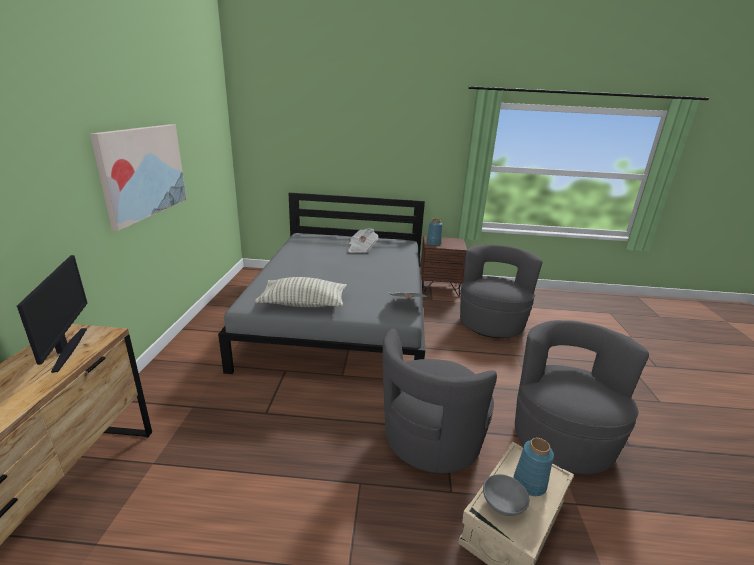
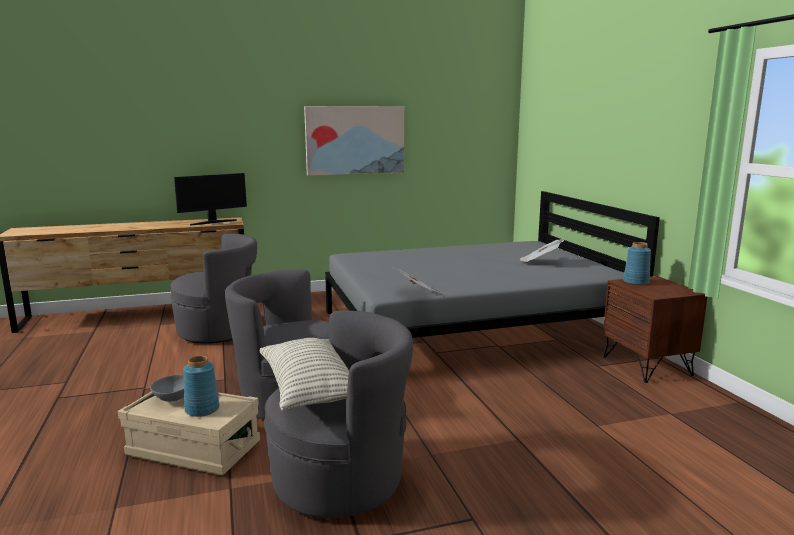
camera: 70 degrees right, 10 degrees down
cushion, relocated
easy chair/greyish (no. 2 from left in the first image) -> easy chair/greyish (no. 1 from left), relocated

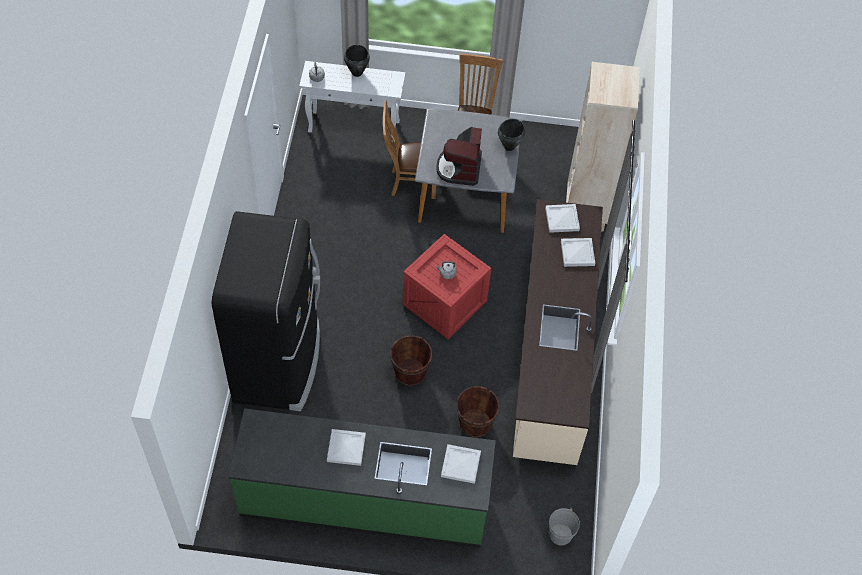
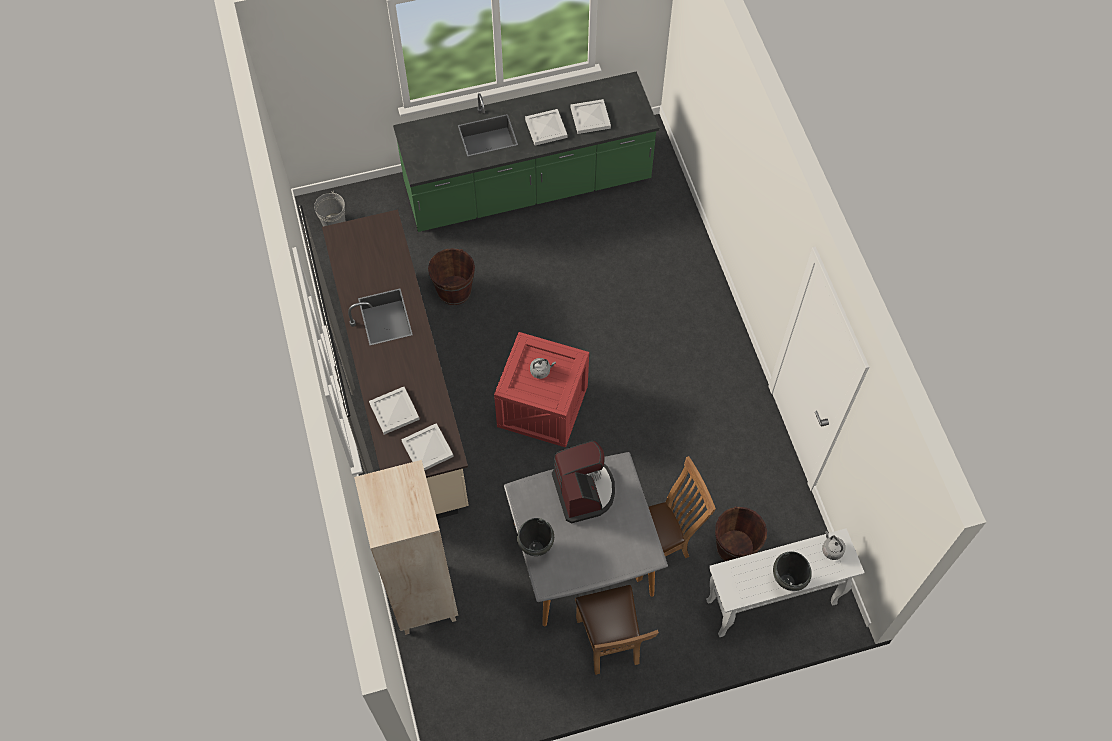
camera: 160 degrees right, 5 degrees up
fridge/black -> none
pail/brown (no. 1 from left in the first image) -> pail/brown (no. 2 from left), relocated
carrying tray/white-coloured (no. 2 from left in the first image) -> carrying tray/white-coloured (no. 4 from left), relocated

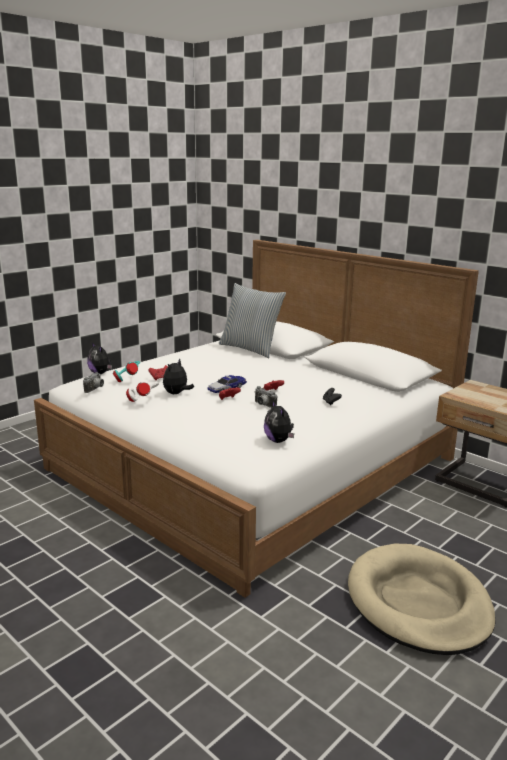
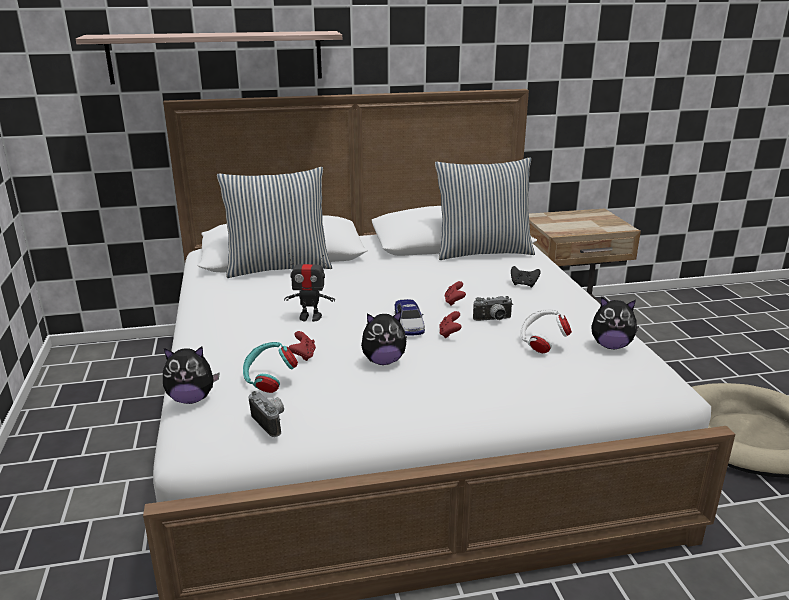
camera: 55 degrees left, 5 degrees up
none -> bracket shelf
none -> model robot
none -> cushion (no. 2 from left)
pair of headphones/white-coloured, relocated
plush toy (no. 2 from left), 75 degrees counterclockwise

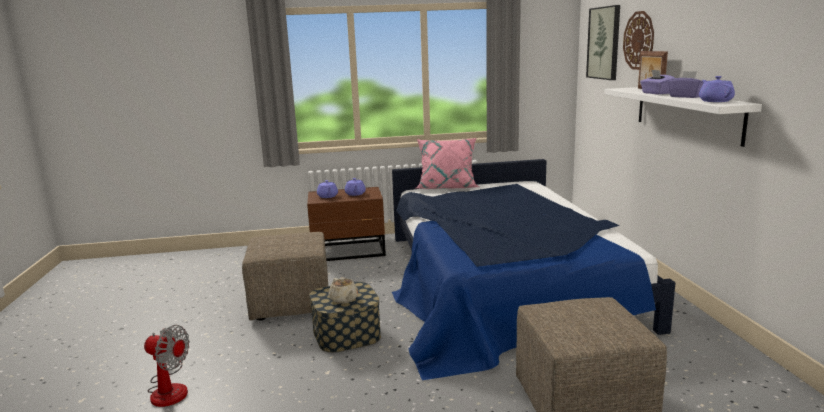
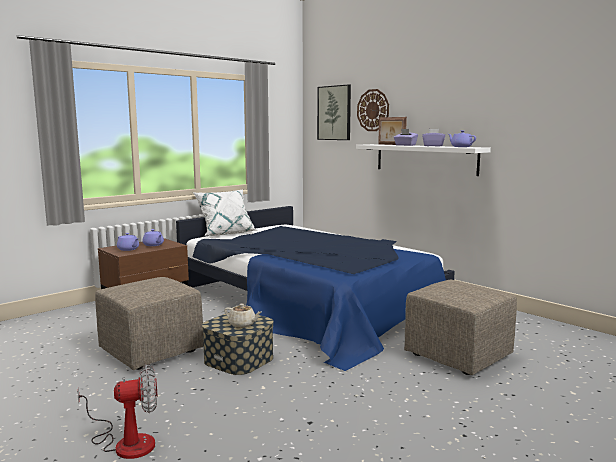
camera: 35 degrees left, 5 degrees down
cushion/pink -> cushion/white-coloured

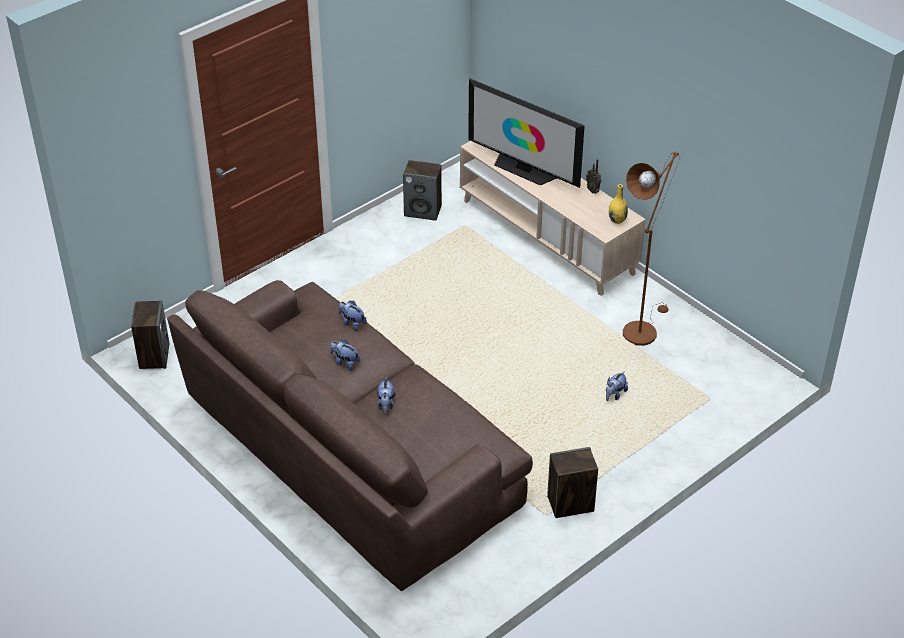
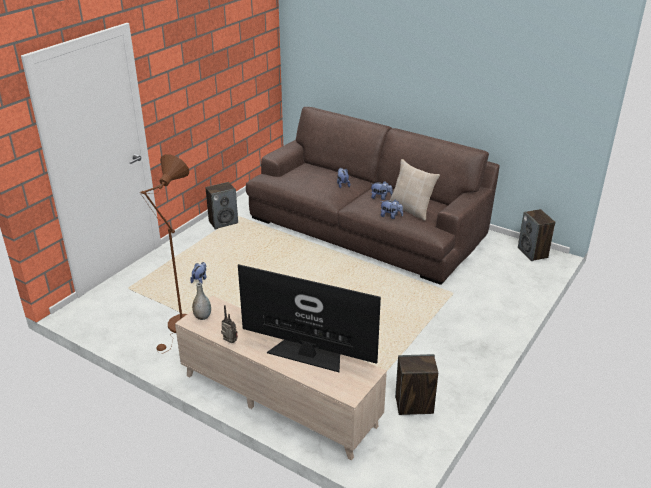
camera: 165 degrees right, 10 degrees down
none -> cushion/beige
vase/yellow-coloured -> vase/greyish

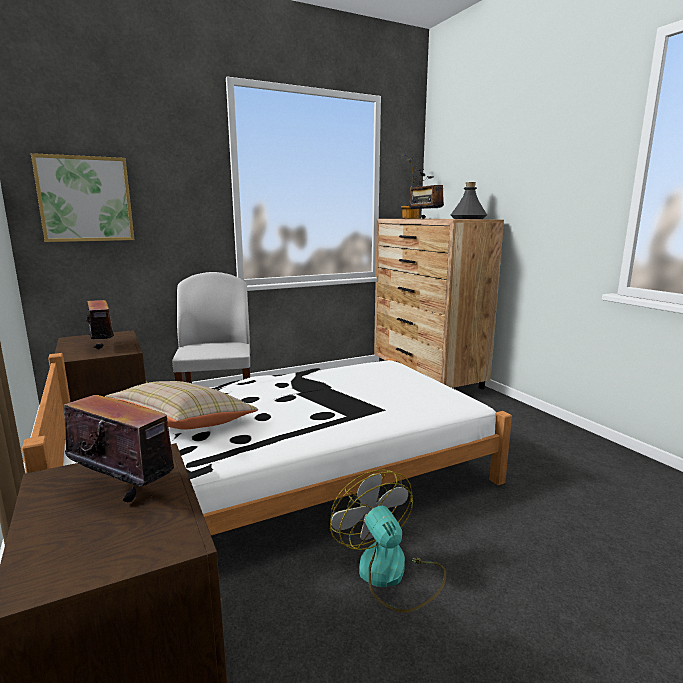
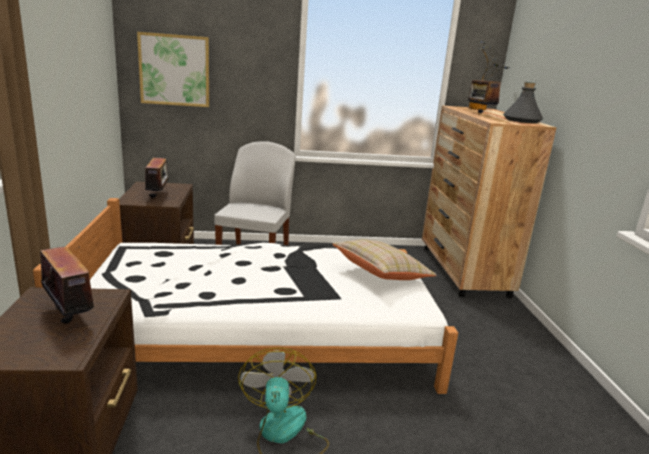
camera: 20 degrees right, 5 degrees up
cushion/beige, relocated

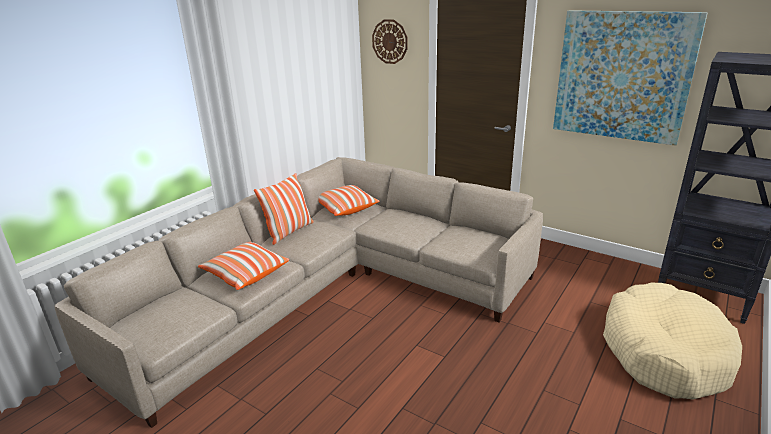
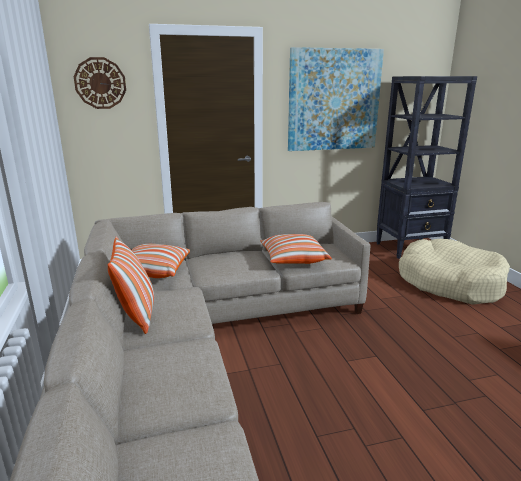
camera: 50 degrees left, 5 degrees down
cushion (no. 1 from left in the first image) -> cushion (no. 3 from left), relocated

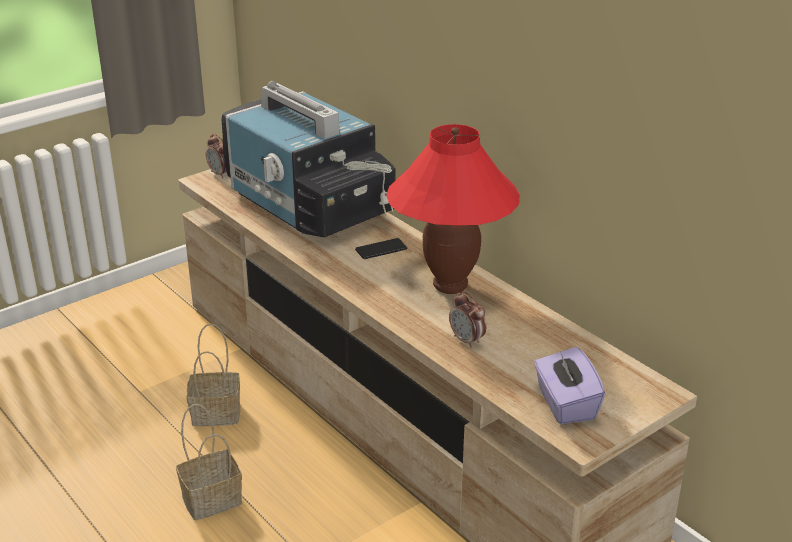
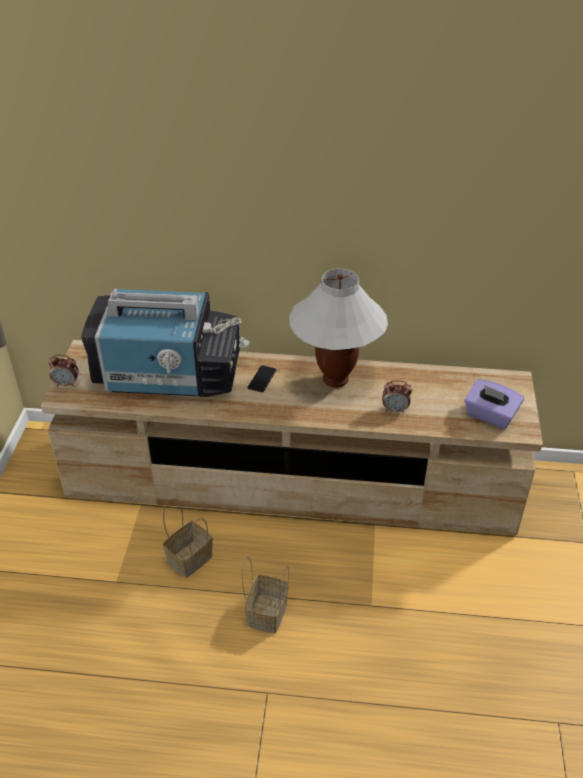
camera: 45 degrees left, 10 degrees up
tabletop lamp/red-coloured -> tabletop lamp/white-coloured

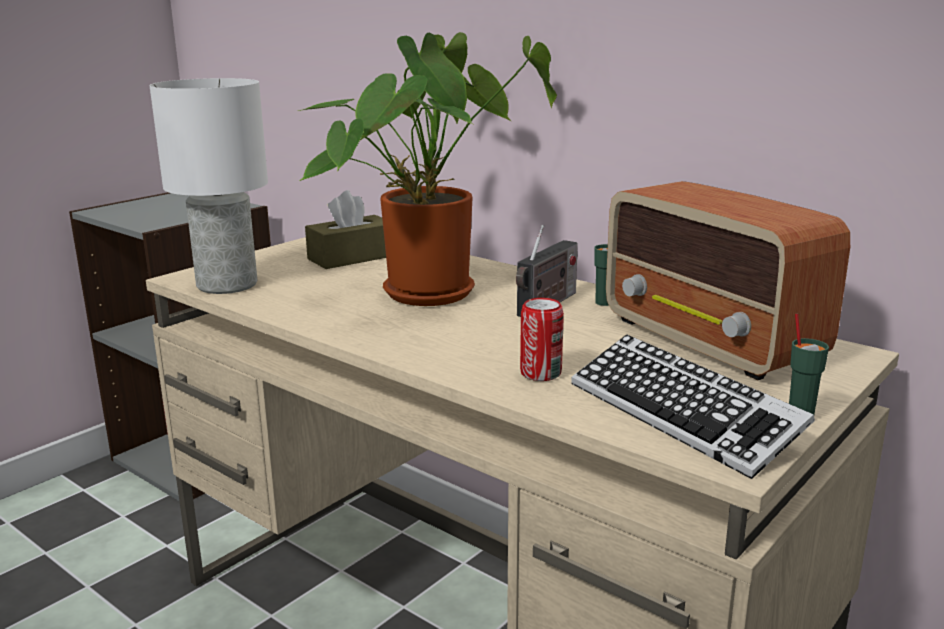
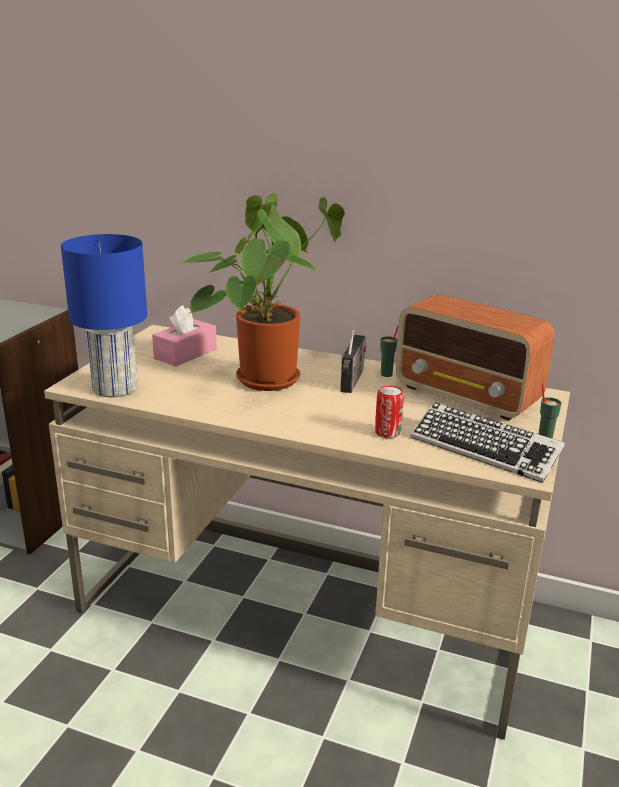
camera: 20 degrees left, 5 degrees up
tabletop lamp/white-coloured -> tabletop lamp/blue
box of tissues/brown -> box of tissues/pink

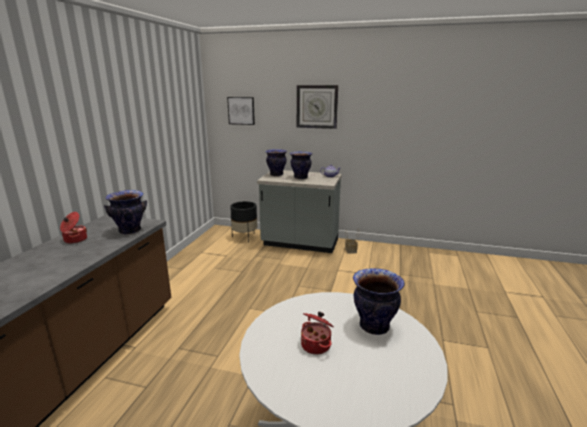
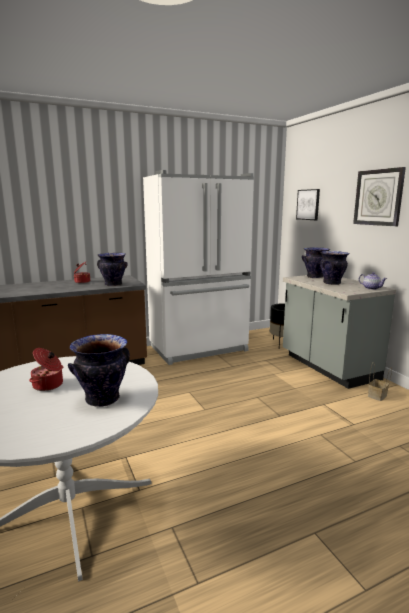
camera: 50 degrees right, 5 degrees down
none -> fridge/white-coloured

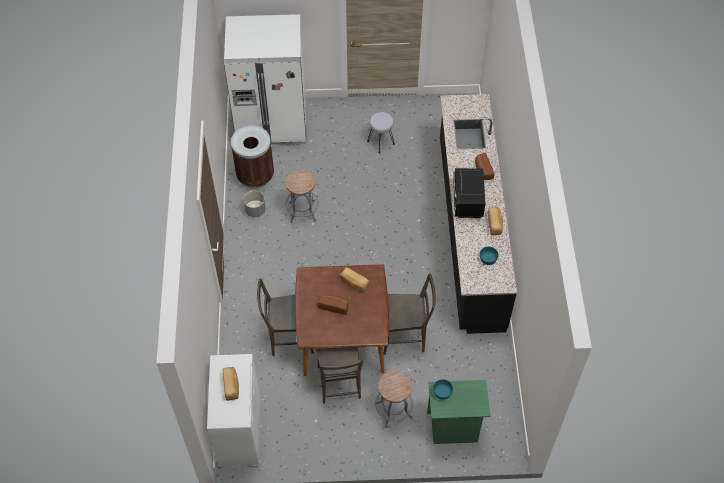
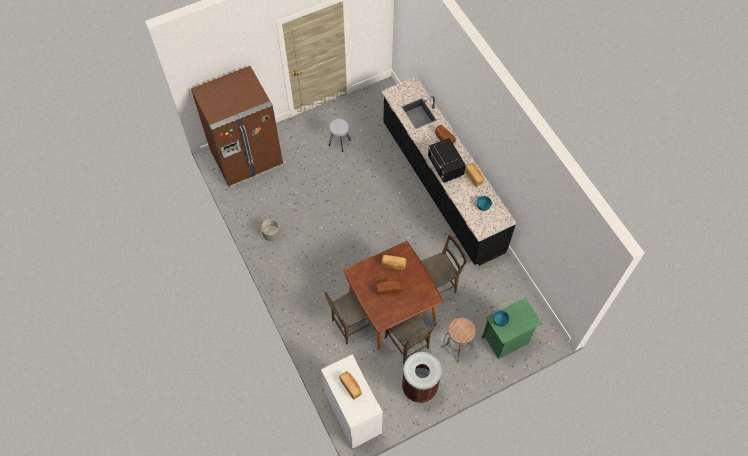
camera: 25 degrees left, 5 degrees up
stool/greyish (no. 1 from left) -> none
rubbish bin/brown, relocated
fridge/white-coloured -> fridge/brown

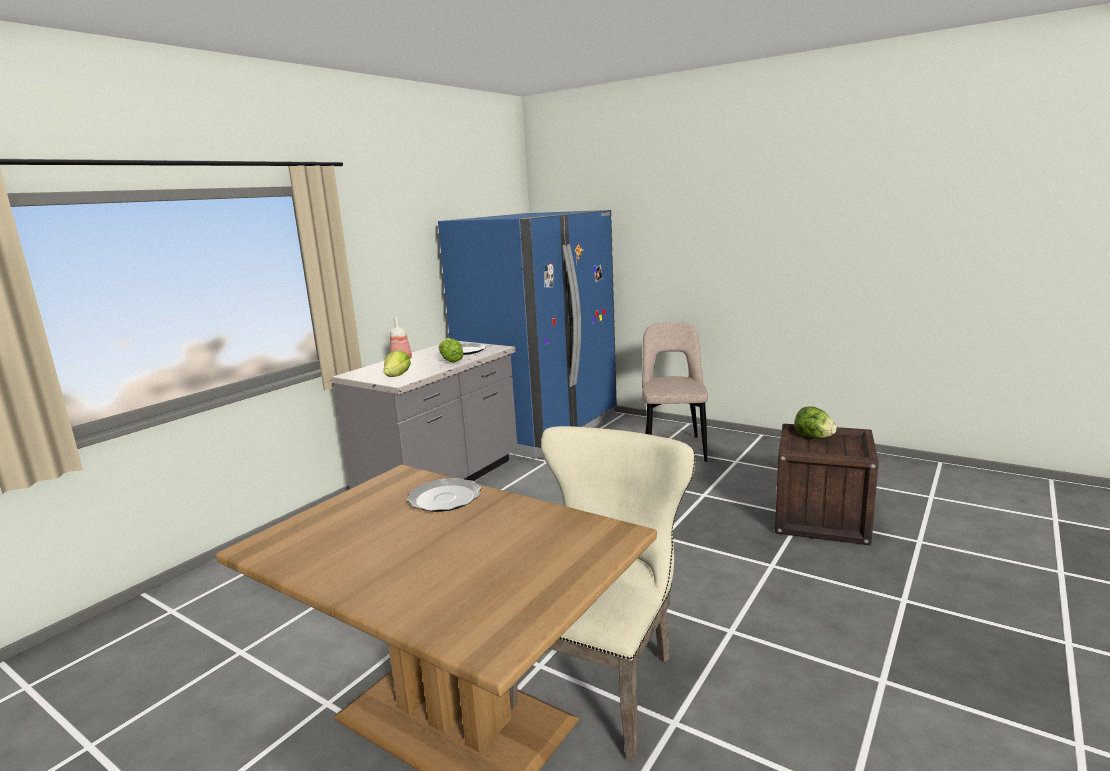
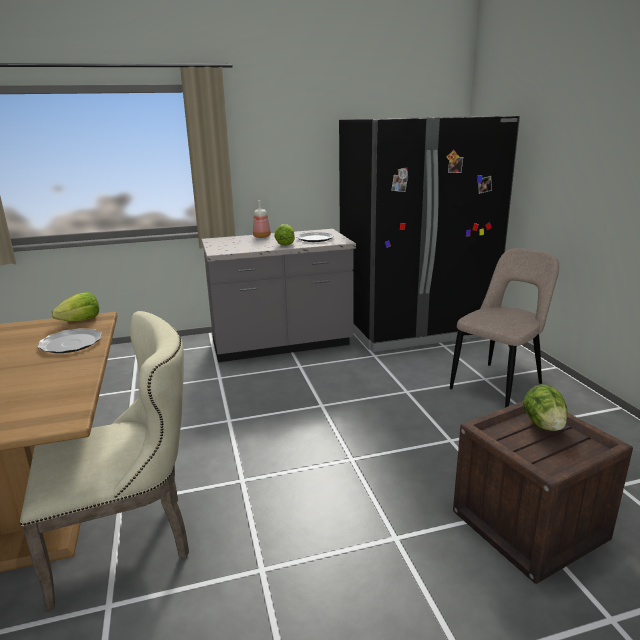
camera: 40 degrees right, 5 degrees up
lettuce head (no. 1 from left), relocated
fridge/blue -> fridge/black

